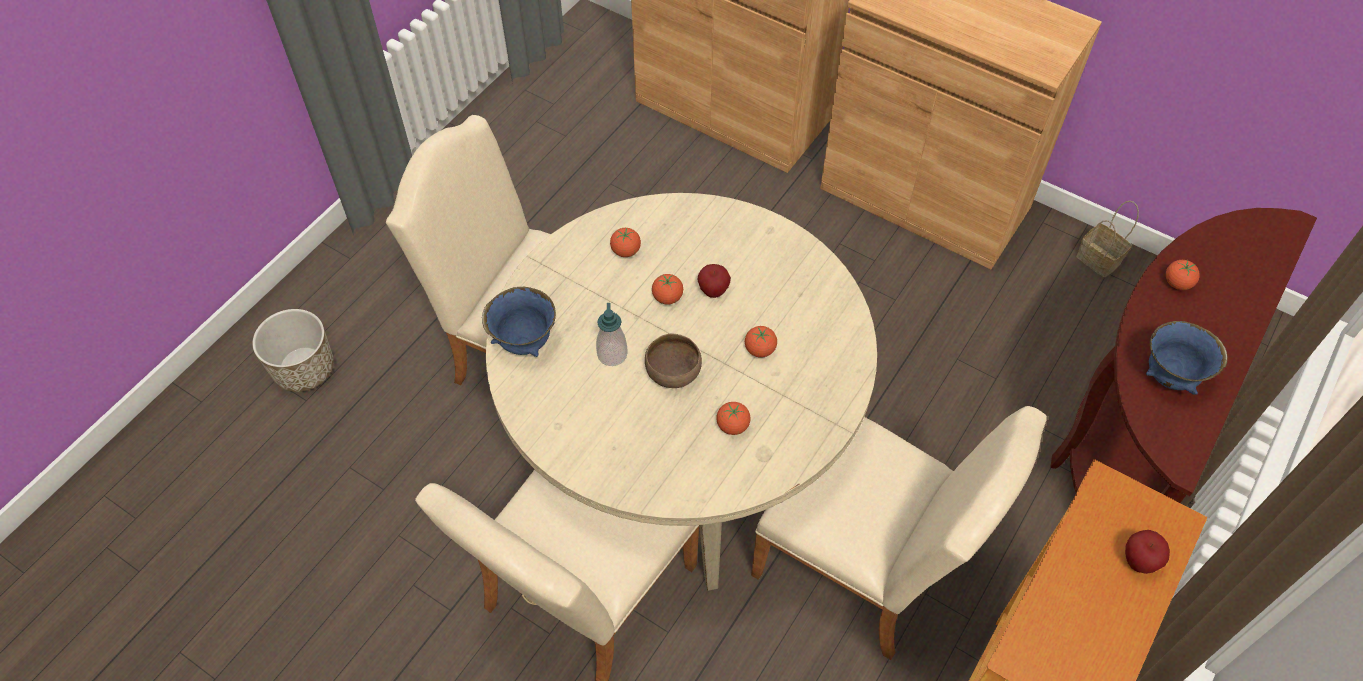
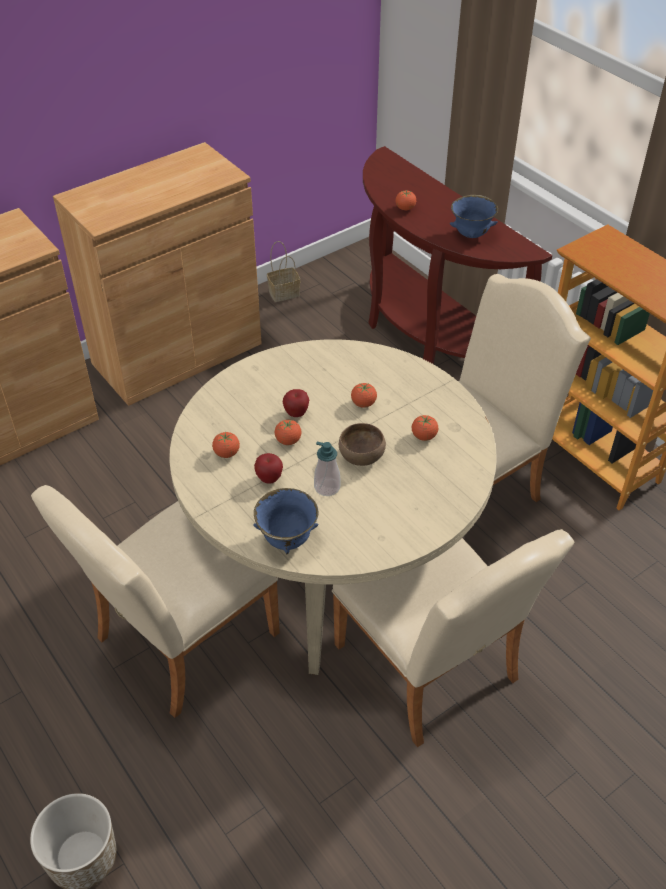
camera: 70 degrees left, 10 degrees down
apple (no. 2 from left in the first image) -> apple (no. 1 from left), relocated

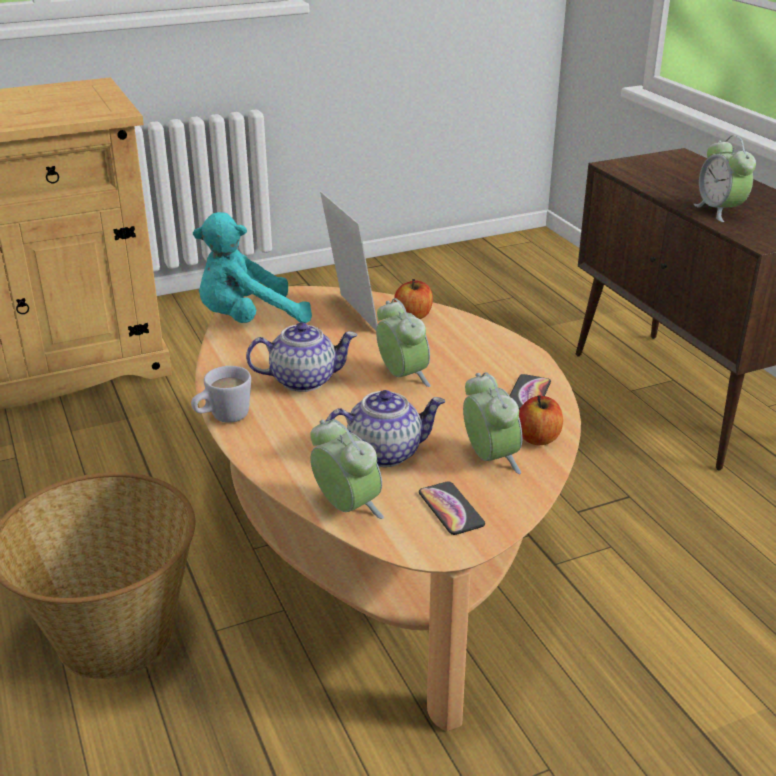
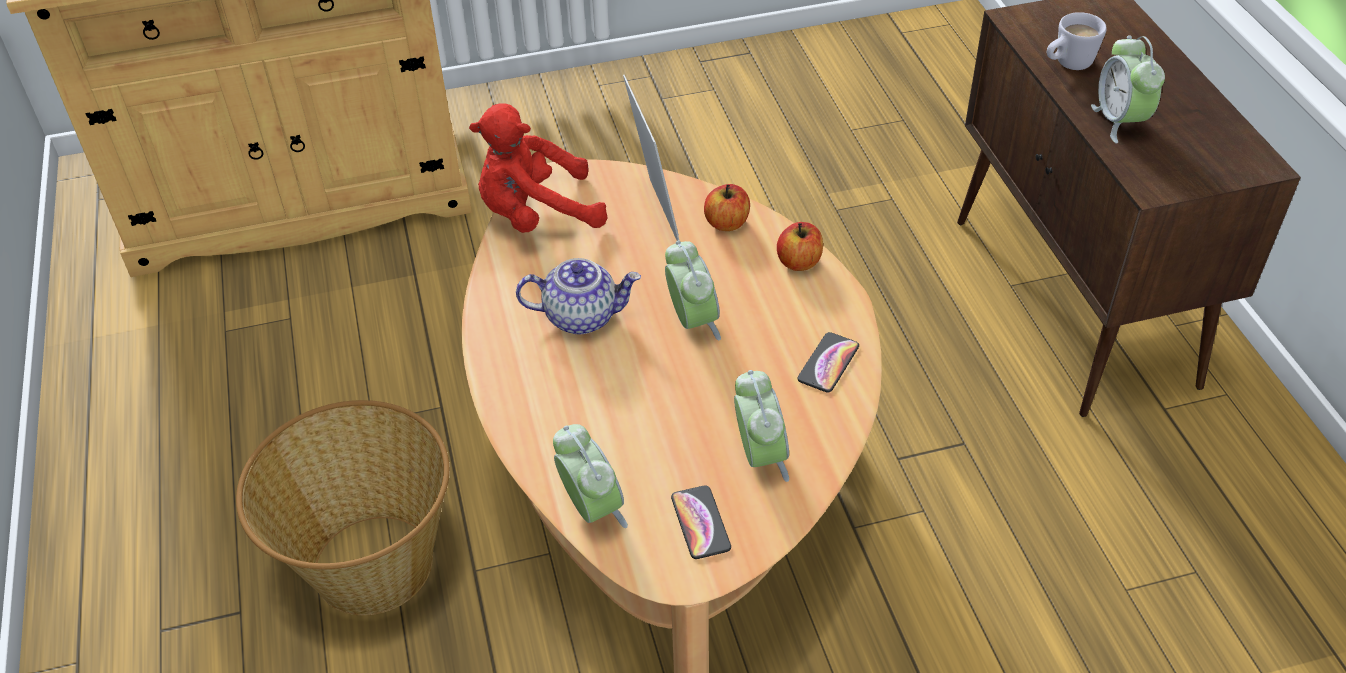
camera: 10 degrees right, 15 degrees up
teapot (no. 2 from left) -> none
coffee mug/white-coloured, relocated
apple (no. 2 from left), relocated
plush toy/turquoise -> plush toy/red-coloured

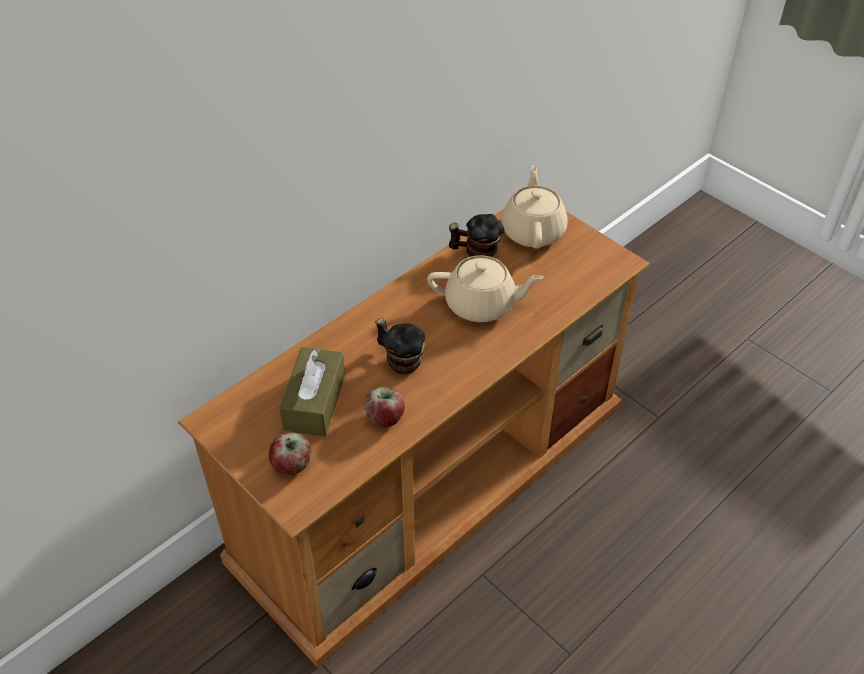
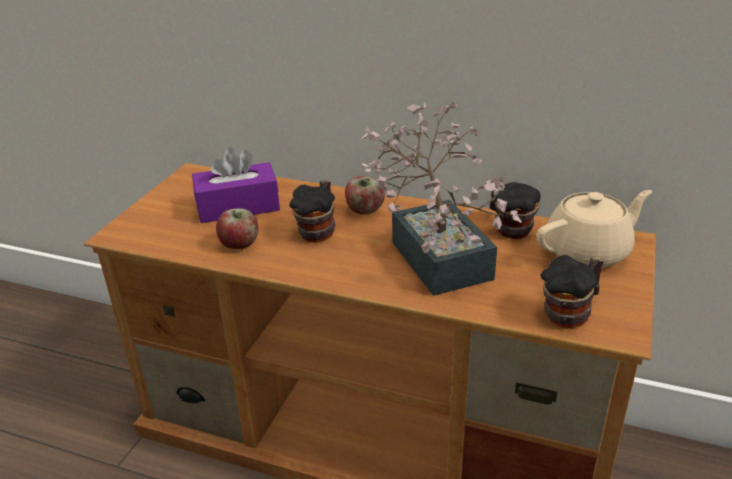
camera: 65 degrees right, 15 degrees down
none -> coffee mug (no. 3 from left)
apple (no. 1 from left in the first image) -> apple (no. 2 from left), relocated
teapot/beige (no. 1 from left) -> houseplant
box of tissues/brown -> box of tissues/purplish

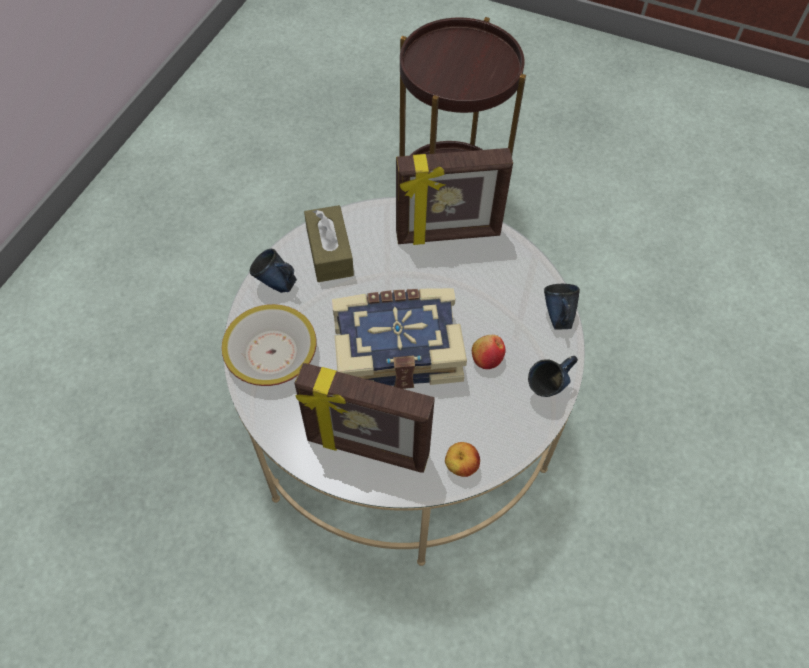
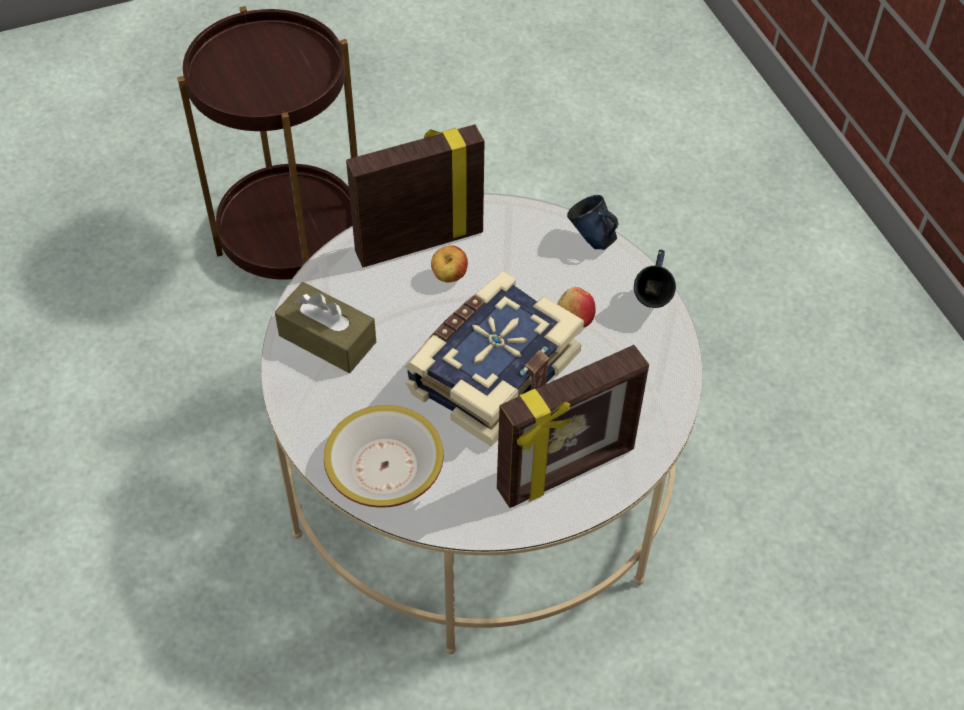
camera: 45 degrees left, 5 degrees down
coffee mug/blue (no. 1 from left) -> none
apple (no. 1 from left), relocated
standing frame (no. 2 from left in the first image) -> standing frame (no. 1 from left), 150 degrees counterclockwise

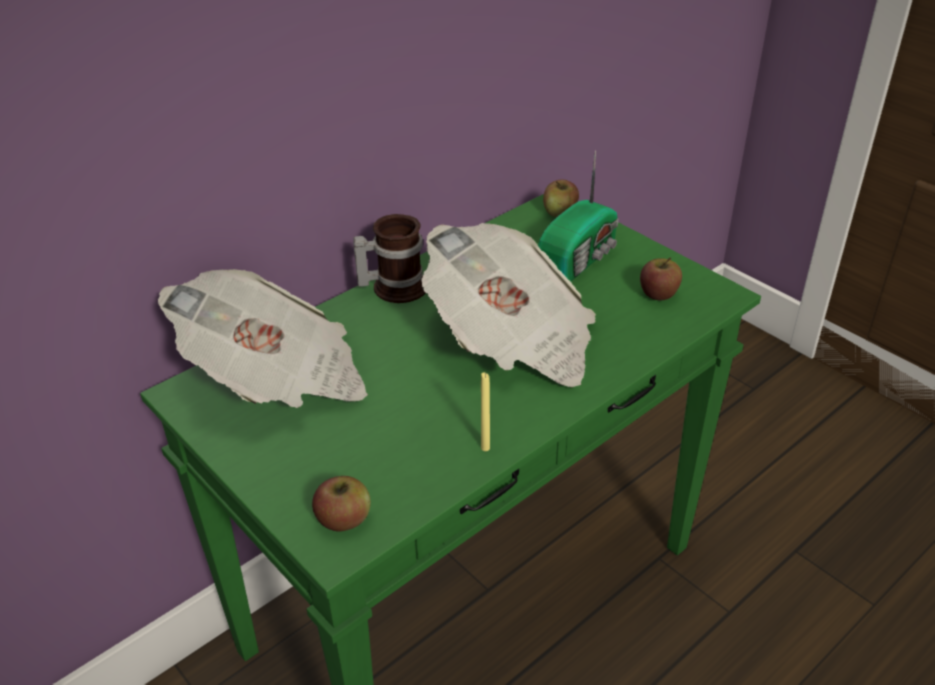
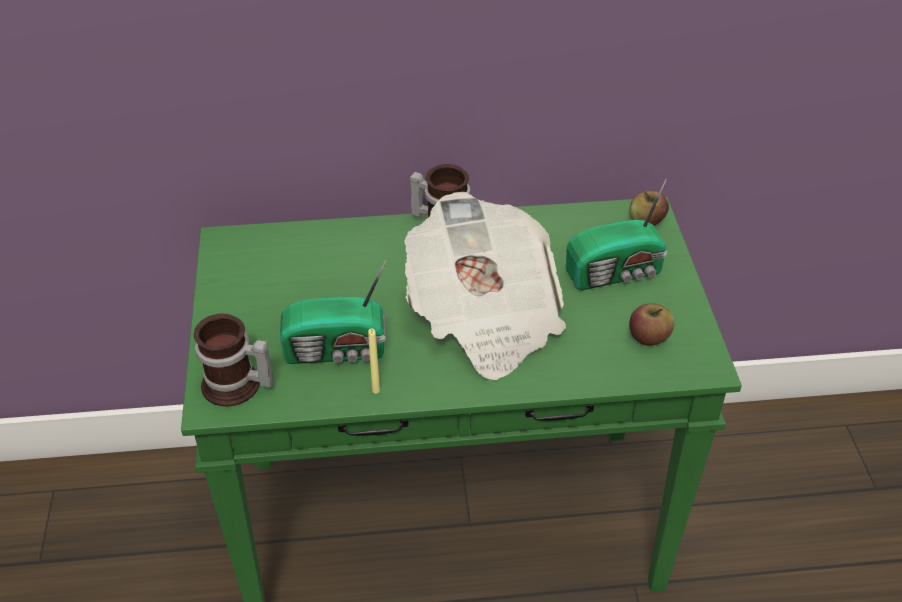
camera: 35 degrees right, 5 degrees up
newspaper (no. 1 from left) -> none
none -> radio set (no. 1 from left)
apple (no. 1 from left) -> coffee mug (no. 1 from left)

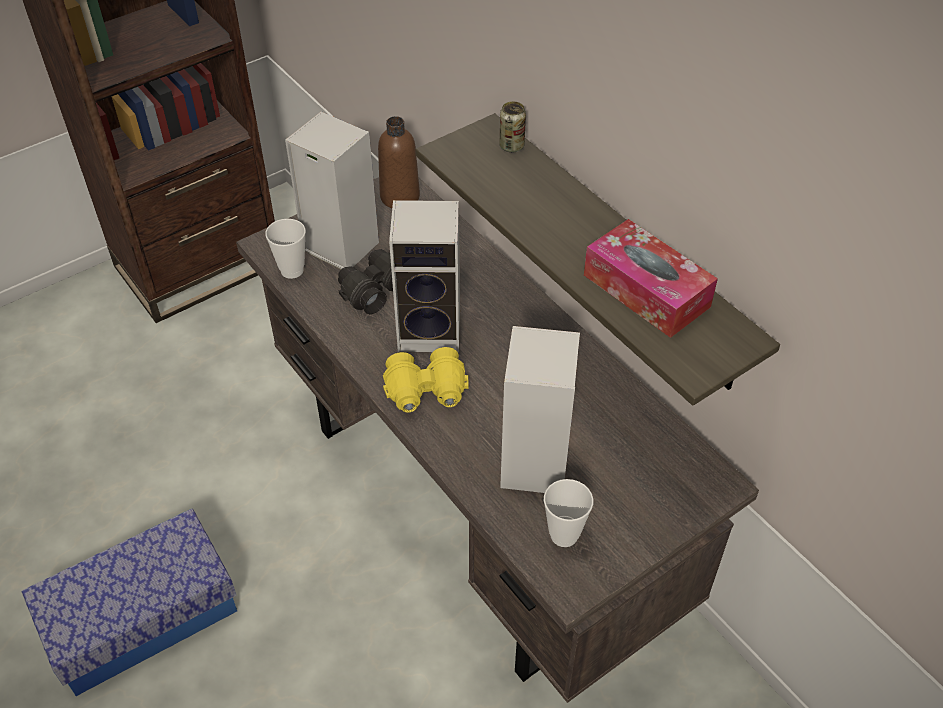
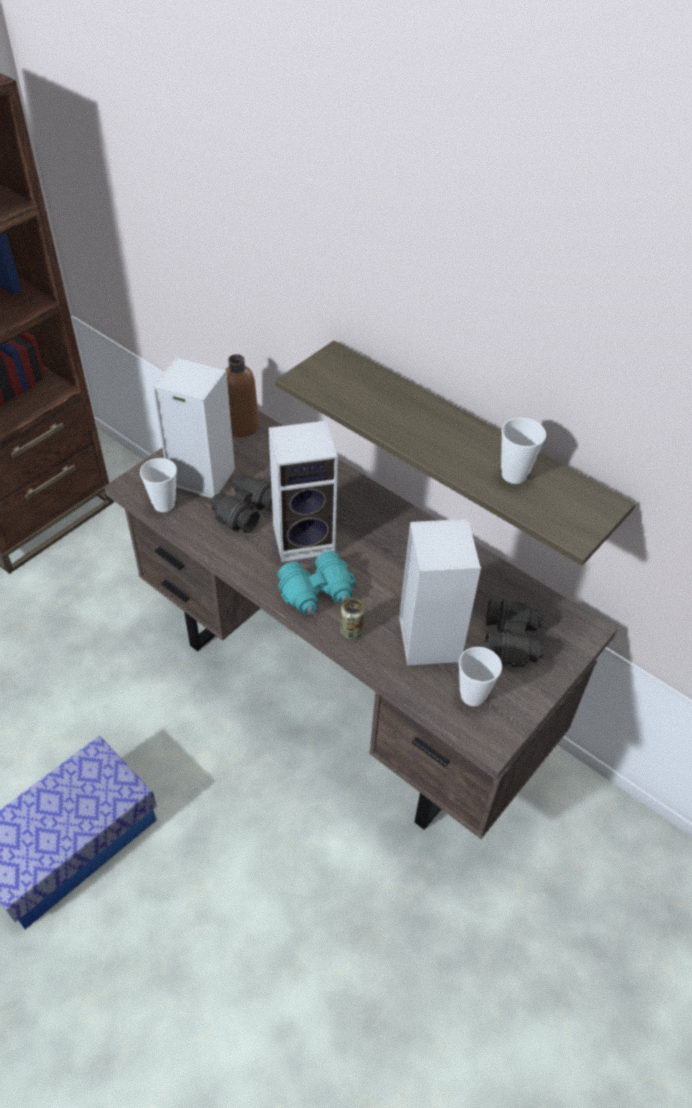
camera: 15 degrees left, 0 degrees up
none -> binoculars/black (no. 2 from left)
sealed can, relocated
box of tissues -> small cup (no. 3 from left)
binoculars/yellow-coloured -> binoculars/turquoise

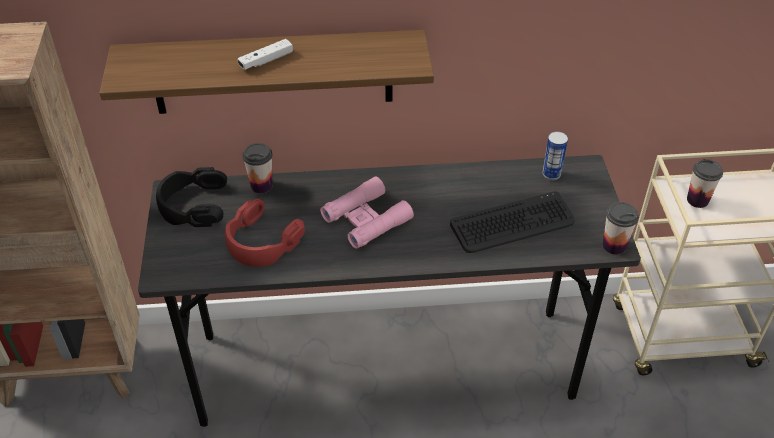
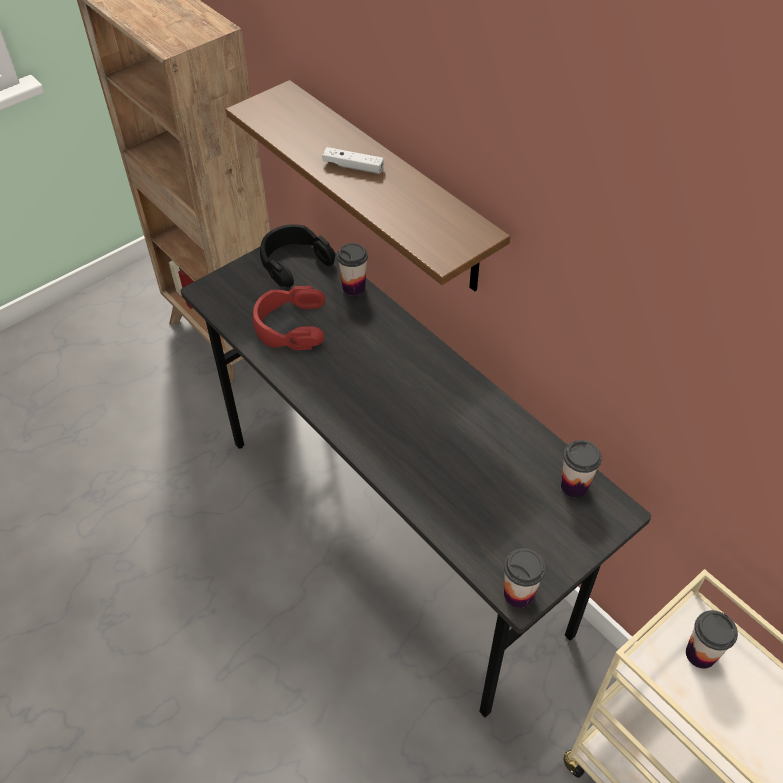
camera: 55 degrees right, 5 degrees up
binoculars/pink -> none
PC keyboard -> none
sealed can -> small cup (no. 3 from left)

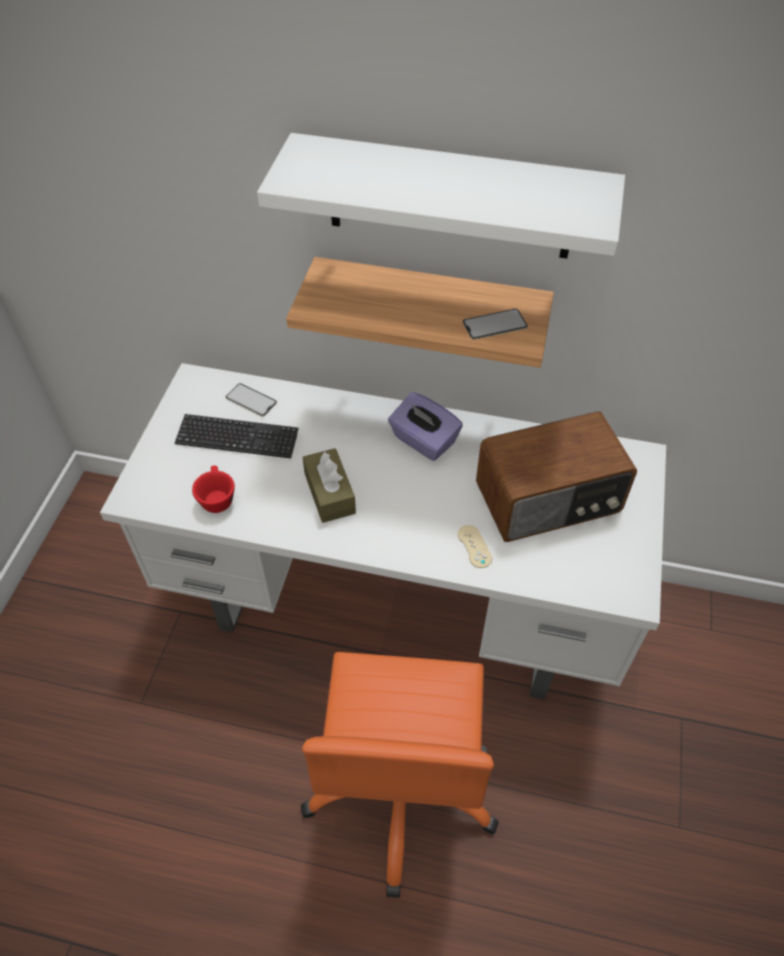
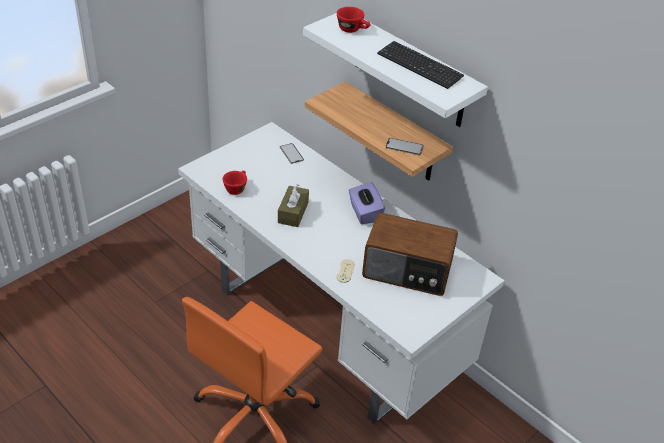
camera: 30 degrees right, 10 degrees down
none -> small cup/red-coloured (no. 2 from left)
PC keyboard, relocated

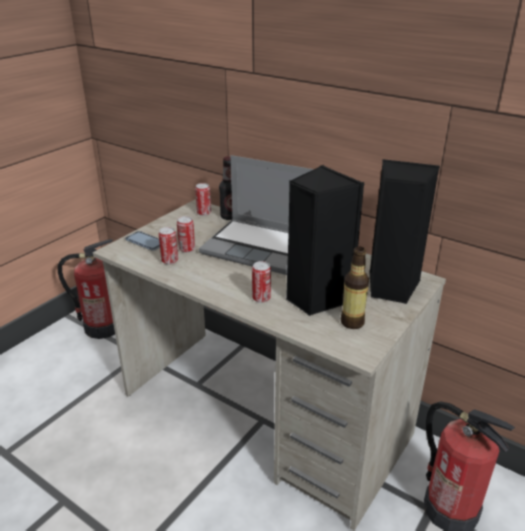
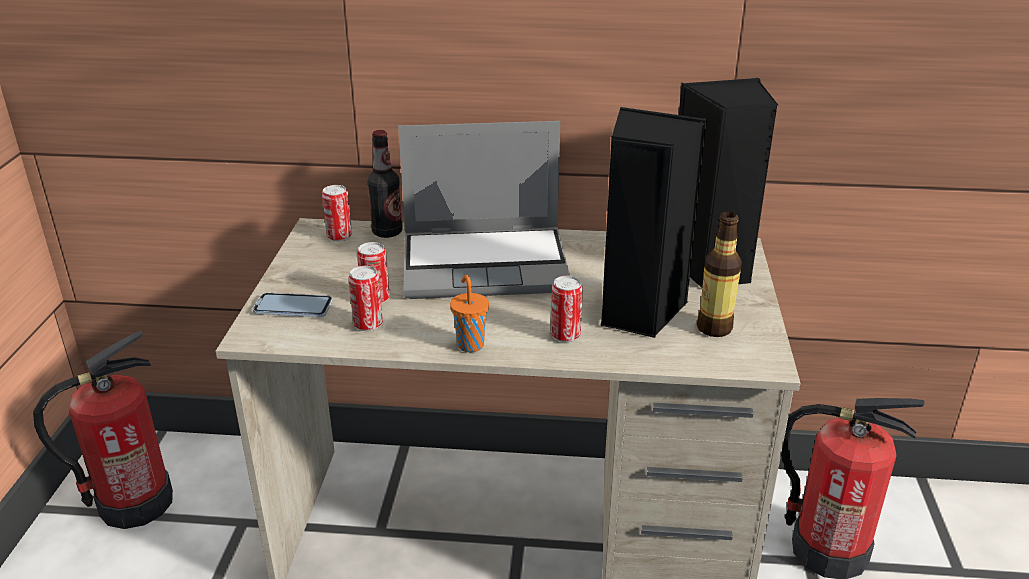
camera: 30 degrees left, 0 degrees up
none -> small cup/orange

